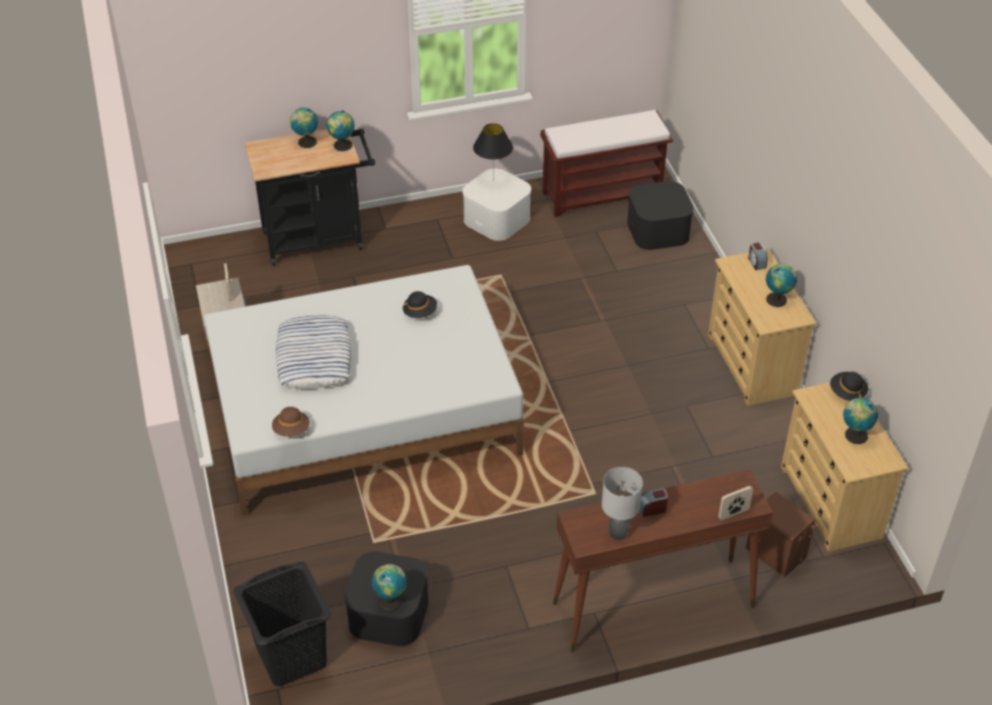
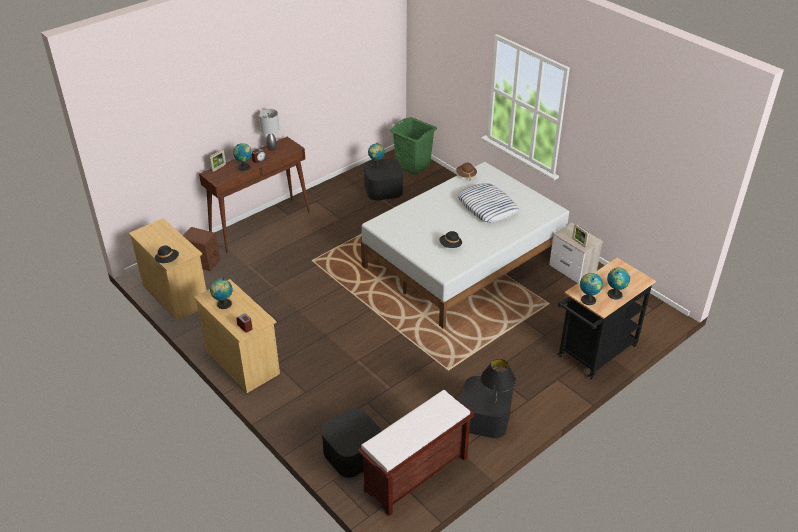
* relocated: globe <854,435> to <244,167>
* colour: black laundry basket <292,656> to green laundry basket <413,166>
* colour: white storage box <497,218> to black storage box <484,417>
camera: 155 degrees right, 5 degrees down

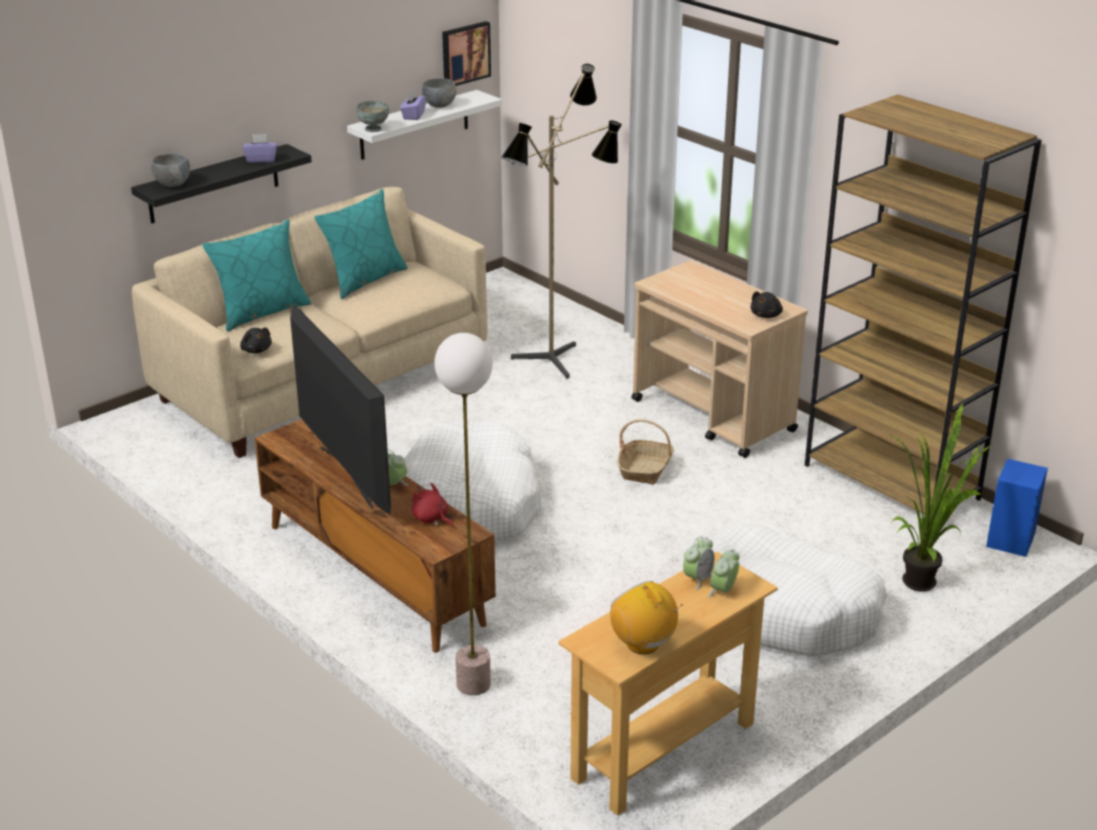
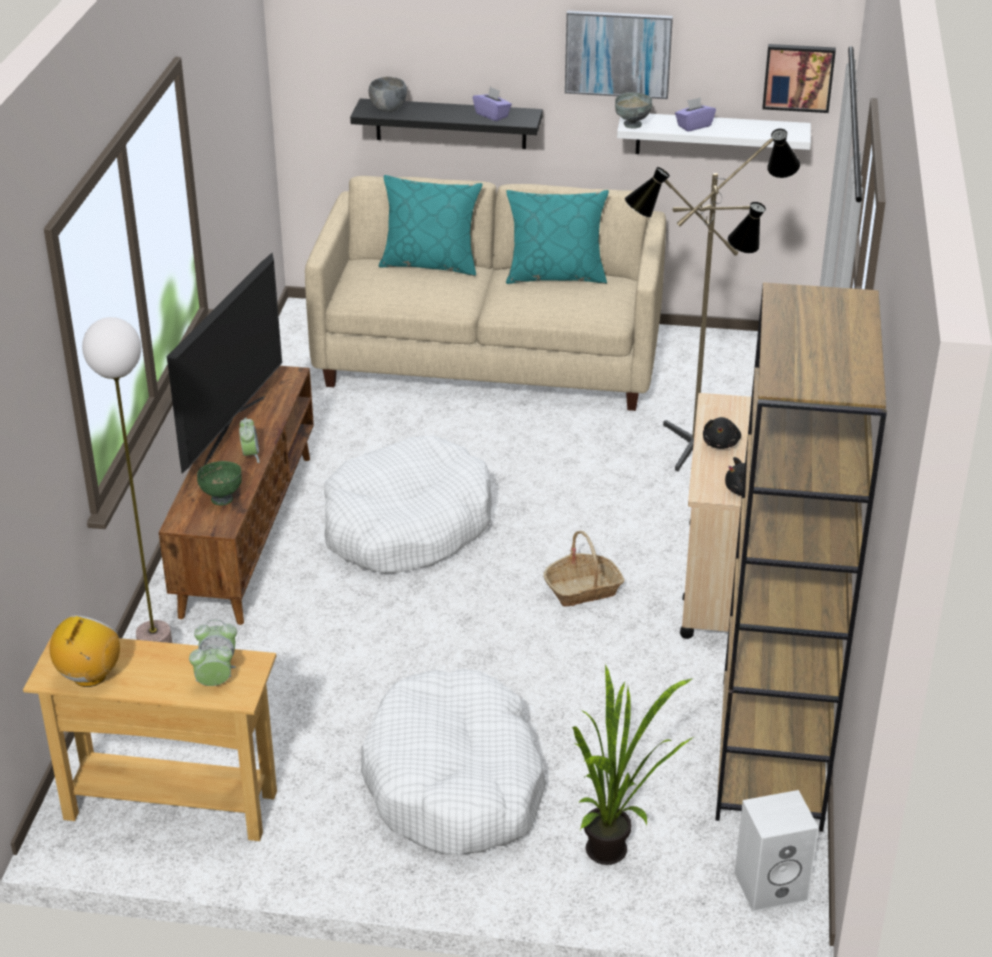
* exchanged: red plush toy <431,519> to green bowl <222,498>
* appeared: picture <618,53>
* relocated: black plush toy <256,350> to <721,443>
* colour: blue speaker <1009,539> to white speaker <772,885>
* missing: grey bowl <439,105>
camera: 50 degrees right, 5 degrees up

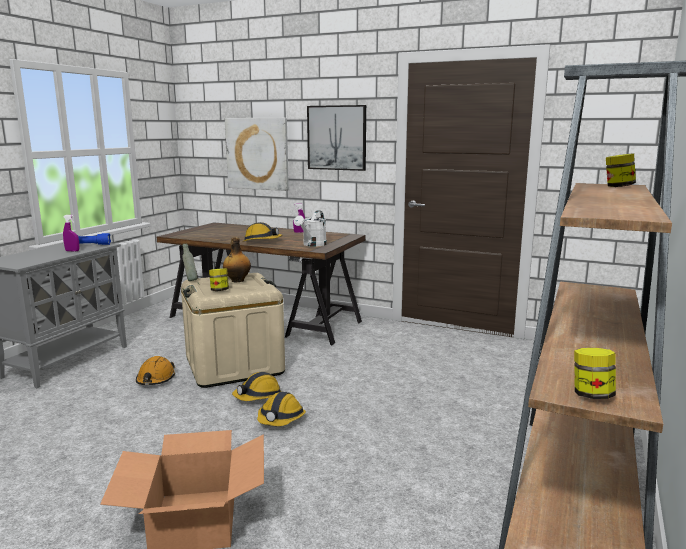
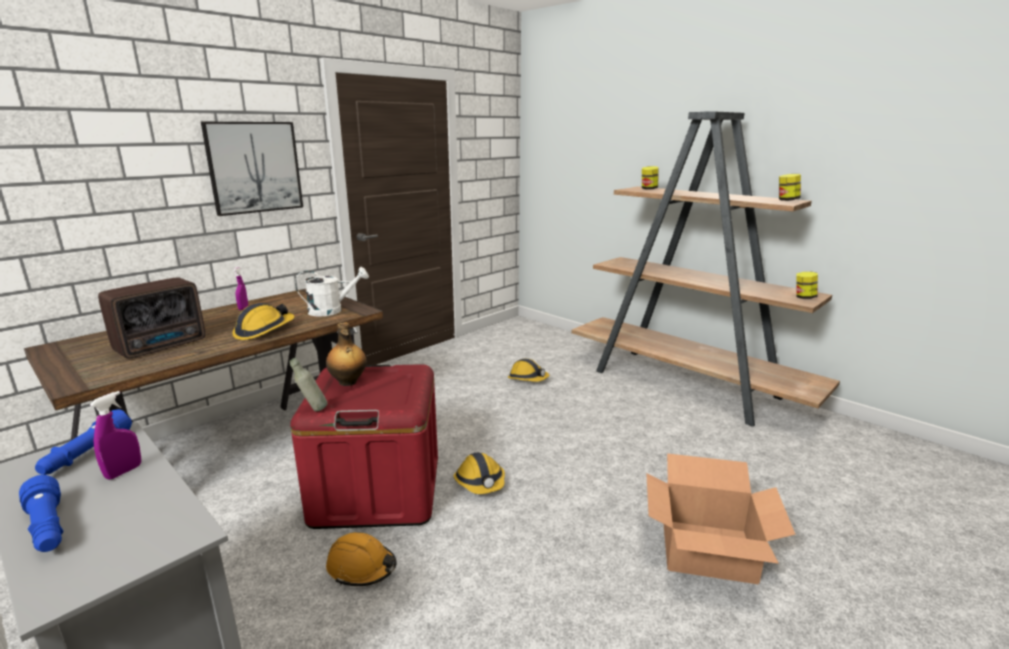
* appeared: blue flashlight <48,528>
* appeared: radio <163,346>
* colour: beige storage box <234,365> to red storage box <377,490>
* spun: white watering can <312,245> = <332,310> 60 degrees counterclockwise
* relocated: hard hat <281,419> to <528,379>
* relocated: jar <219,290> to <787,200>
* missing: picture <257,154>
camera: 70 degrees left, 5 degrees up

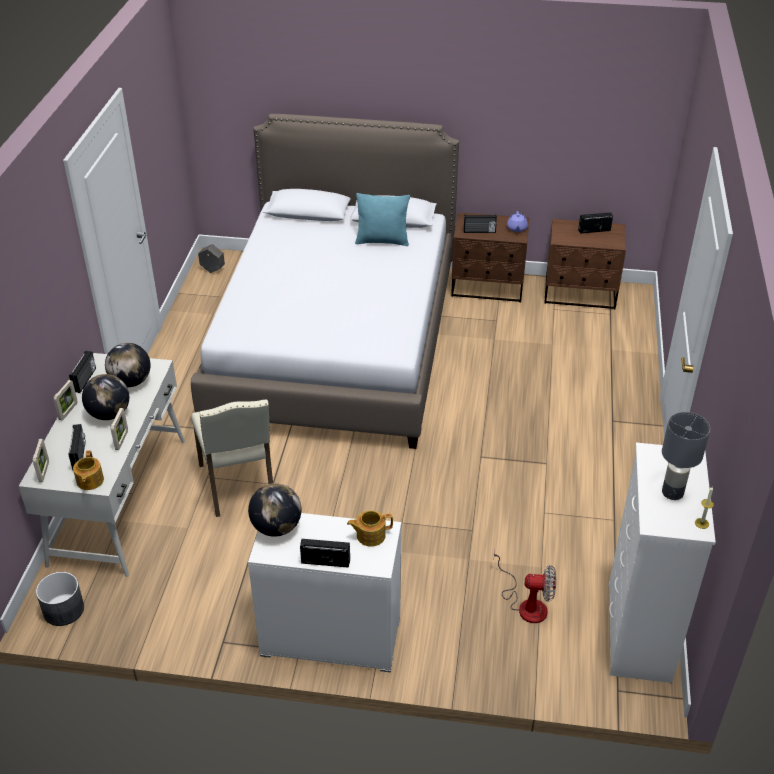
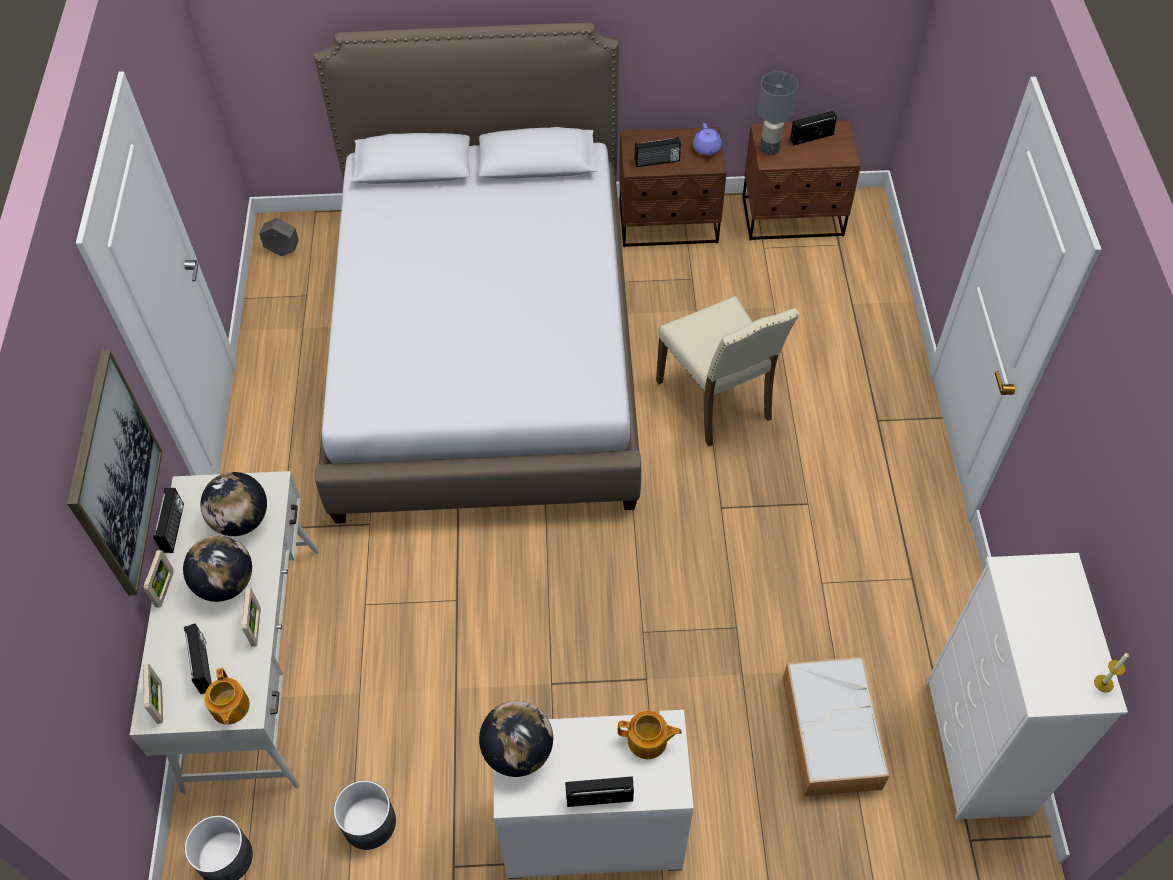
* appeared: picture <114,475>
* appeared: grey planter <369,822>
* spun: teapot <370,535> = <648,741> 150 degrees counterclockwise
* relocated: beige chair <239,485> to <717,400>
* relocated: grey table lamp <672,493> to <769,149>
* exchanged: fan <526,604> to storage box <830,730>
* missing: turquoise pillow <382,241>
camera: 10 degrees left, 15 degrees up

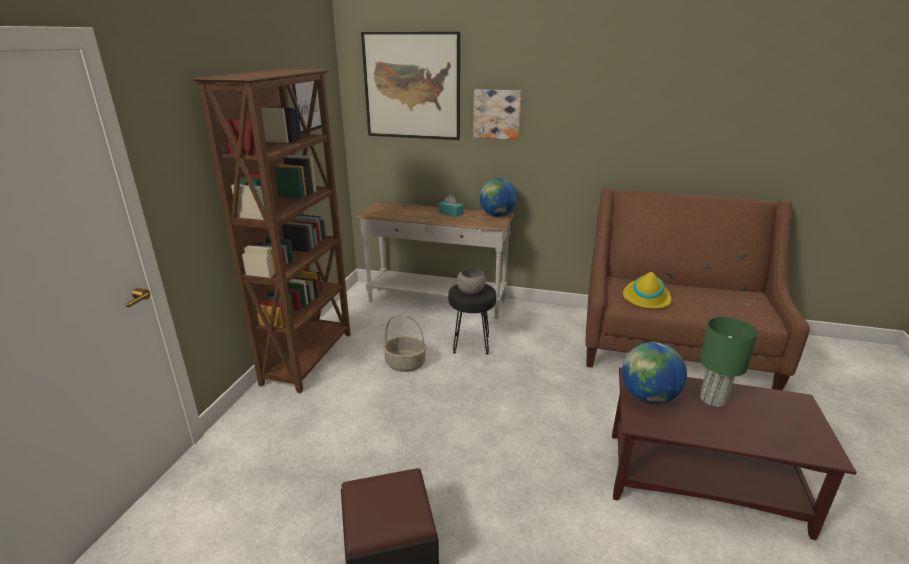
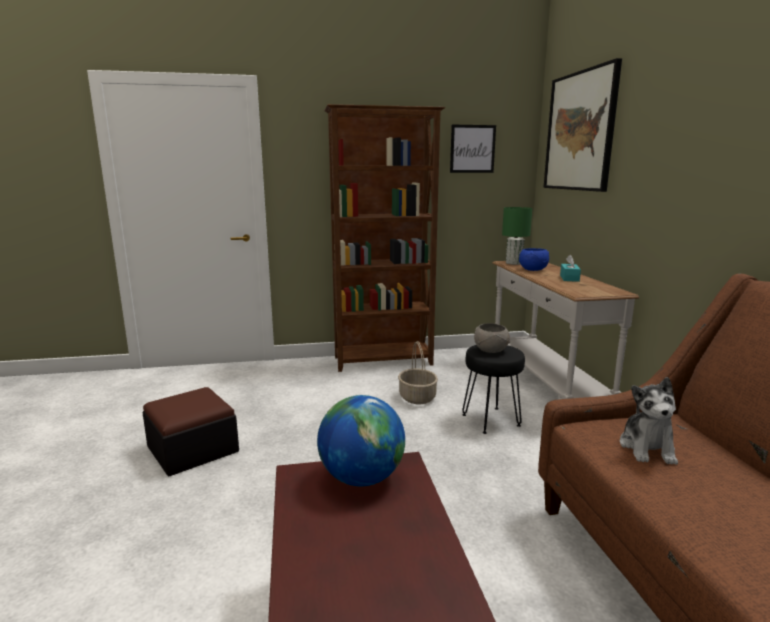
* relocated: green table lamp <713,398> to <514,263>
* appeared: blue bowl <533,270>
* exchanged: yellow hat <646,298> to plush toy <647,448>
* missing: picture <497,114>
* missing: globe <497,215>
camera: 65 degrees right, 10 degrees down

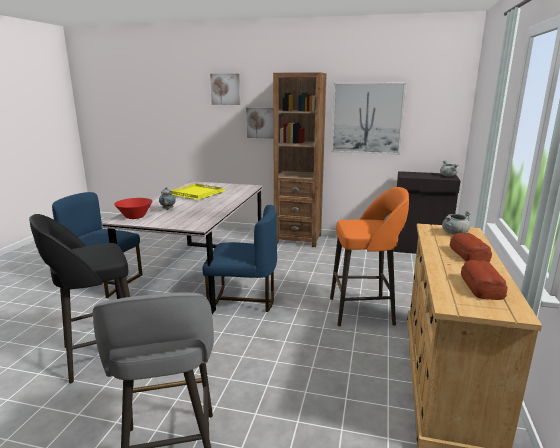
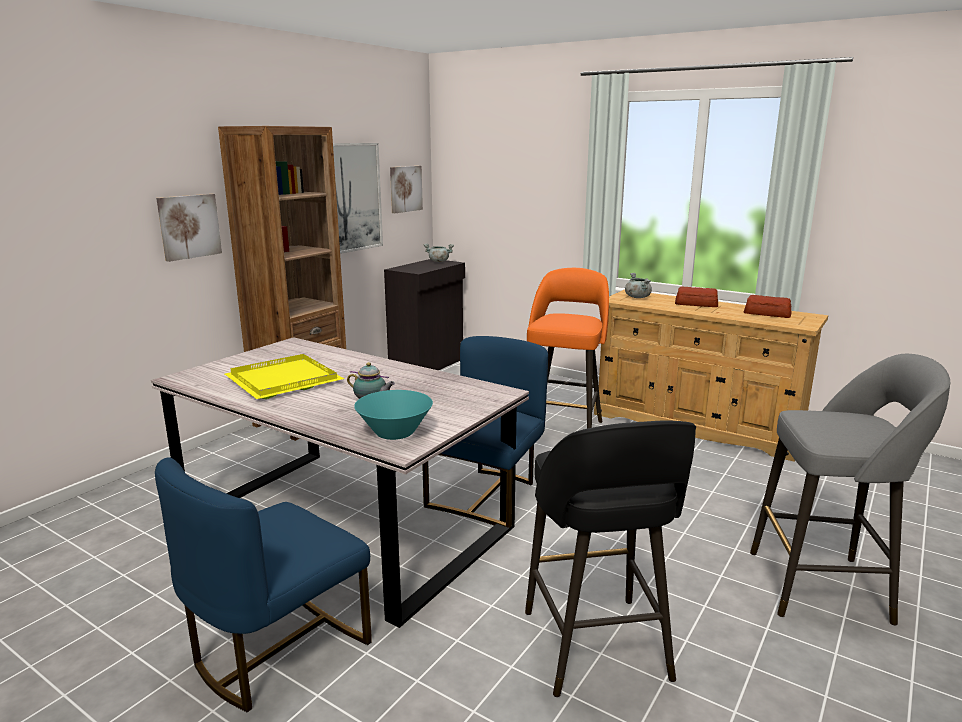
* colour: red bowl <135,217> to turquoise bowl <395,433>
* relocated: picture <225,89> to <405,189>
camera: 70 degrees left, 0 degrees up

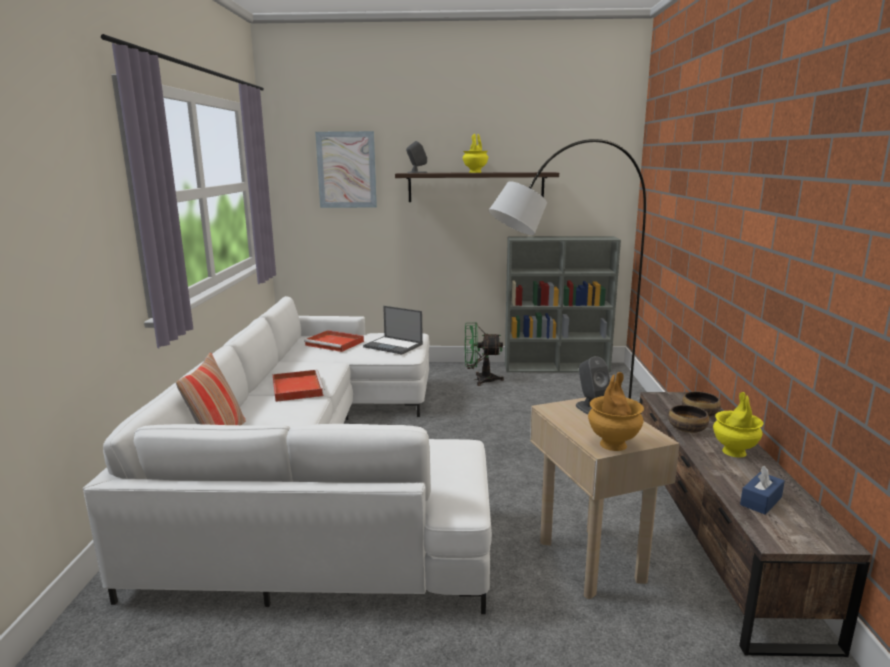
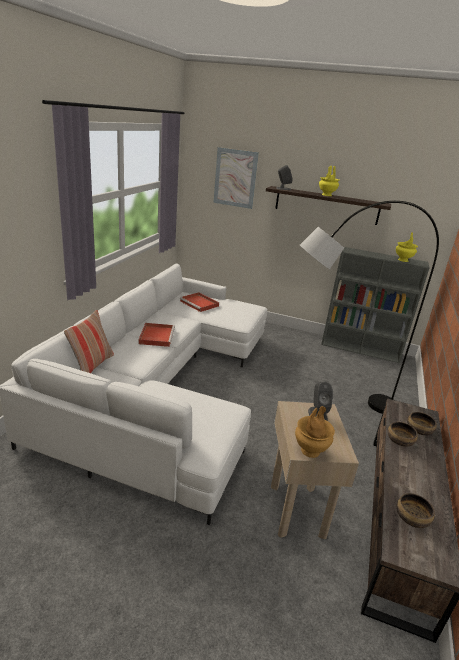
* relocated: yellow vase <734,452> to <403,260>
* exchanged: blue tissue box <761,501> to bowl <412,518>
* missing: laptop <394,346>
* missing: green fan <480,380>
camera: 15 degrees right, 10 degrees up

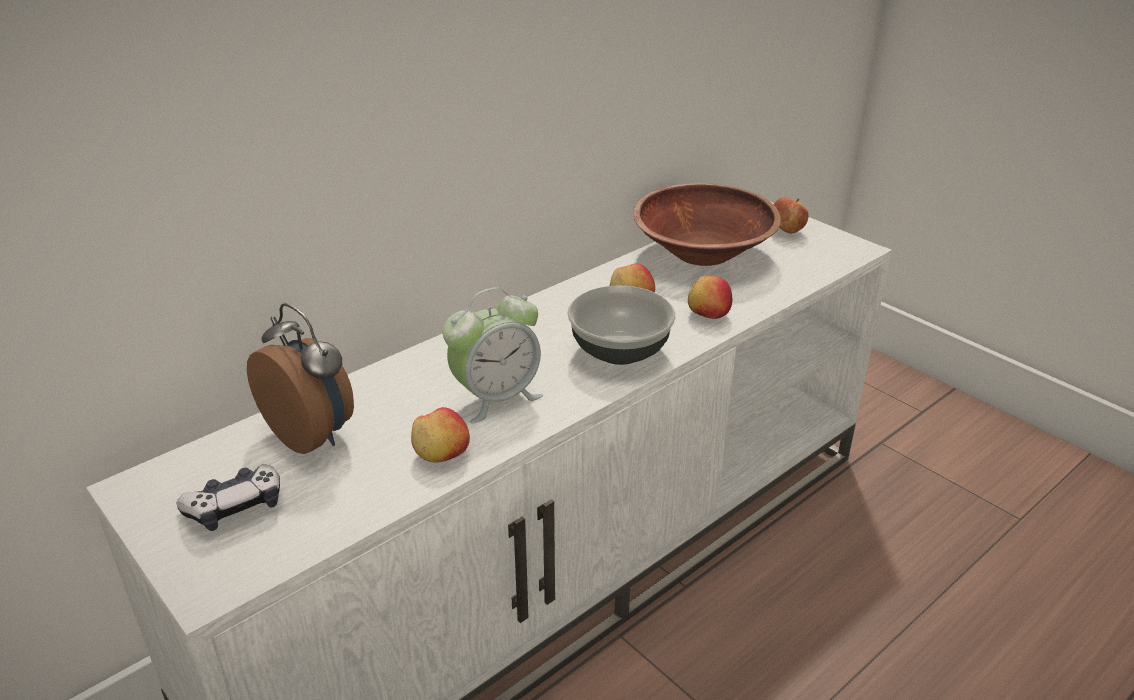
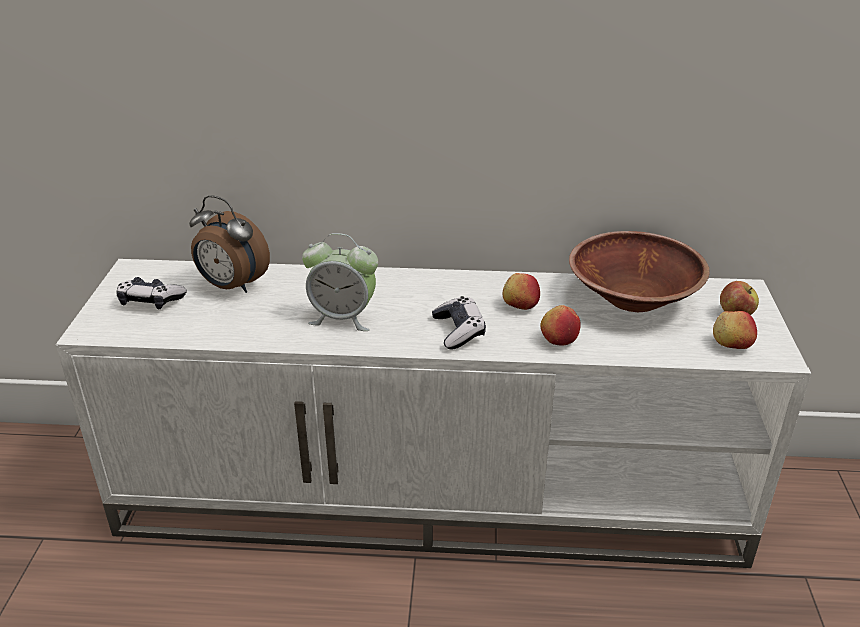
* spun: alarm clock <313,435> = <231,286> 120 degrees clockwise
* exchanged: bowl <621,351> to game controller <458,331>
* relocated: apple <441,454> to <731,344>
camera: 45 degrees right, 0 degrees up

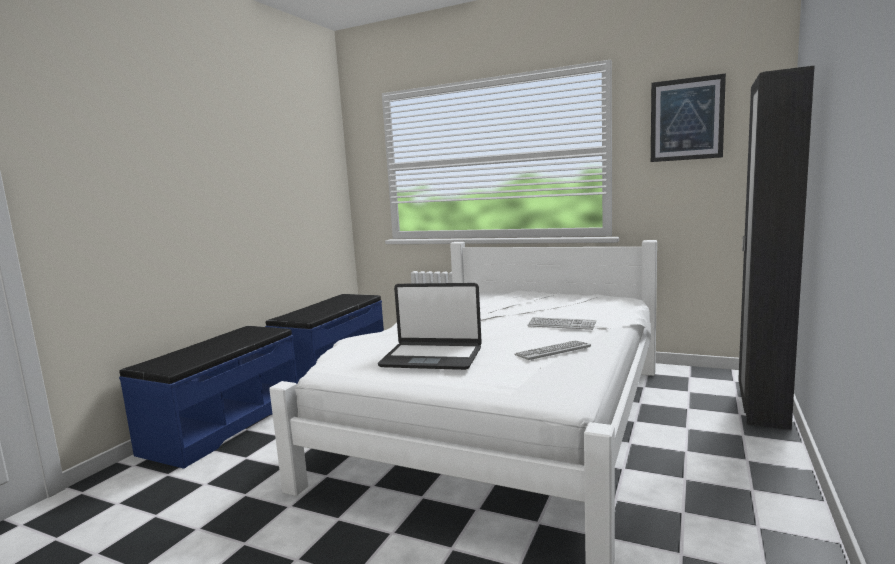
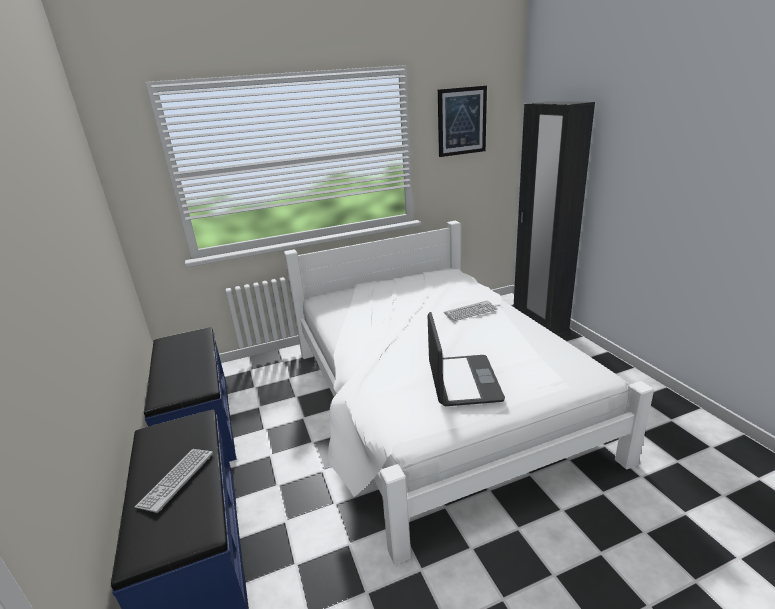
* relocated: keyboard <552,351> to <176,479>
* spun: laptop <432,357> = <462,381> 60 degrees counterclockwise
camera: 45 degrees left, 15 degrees up

